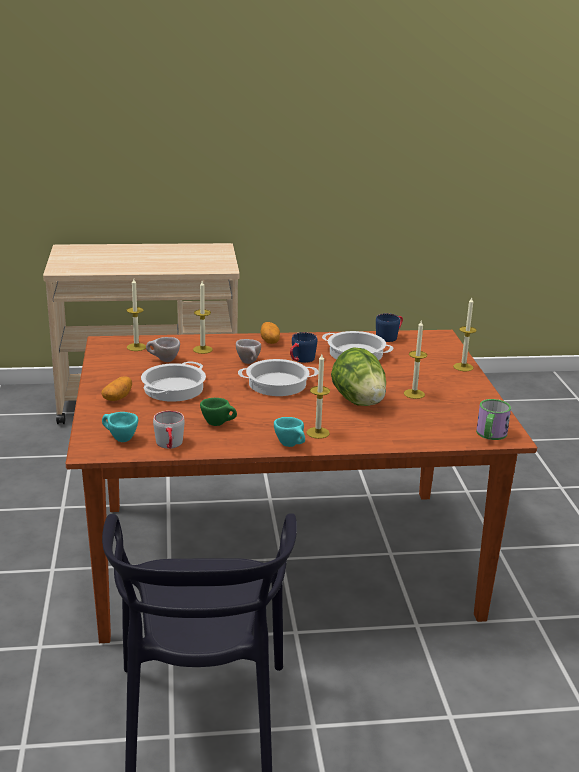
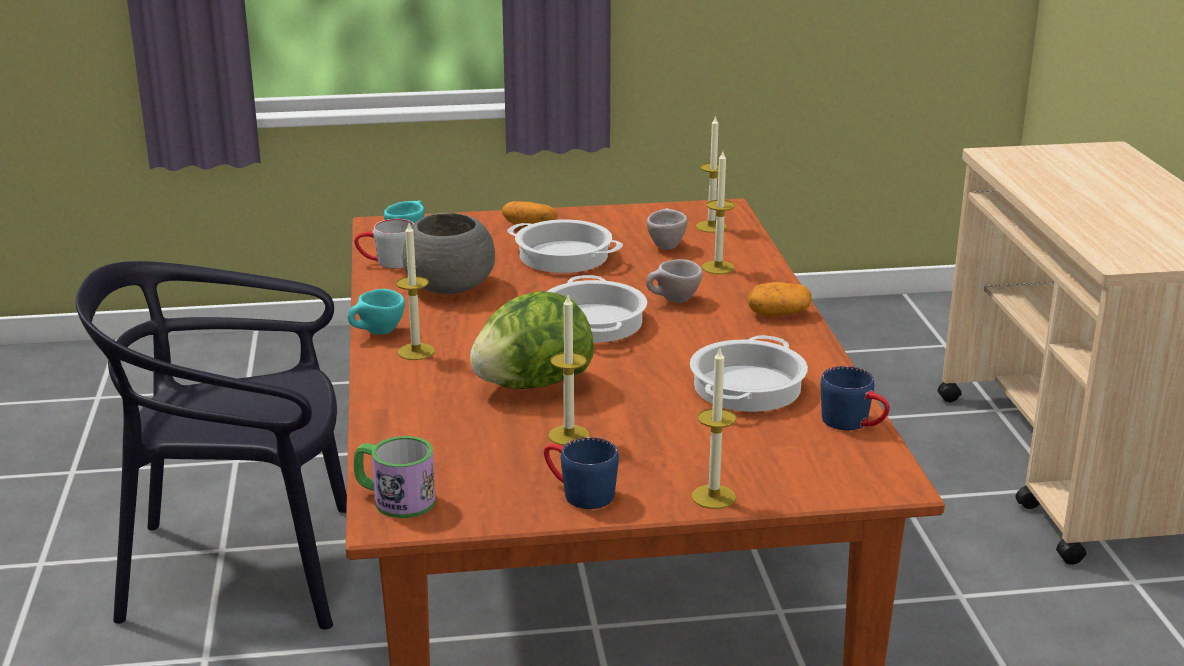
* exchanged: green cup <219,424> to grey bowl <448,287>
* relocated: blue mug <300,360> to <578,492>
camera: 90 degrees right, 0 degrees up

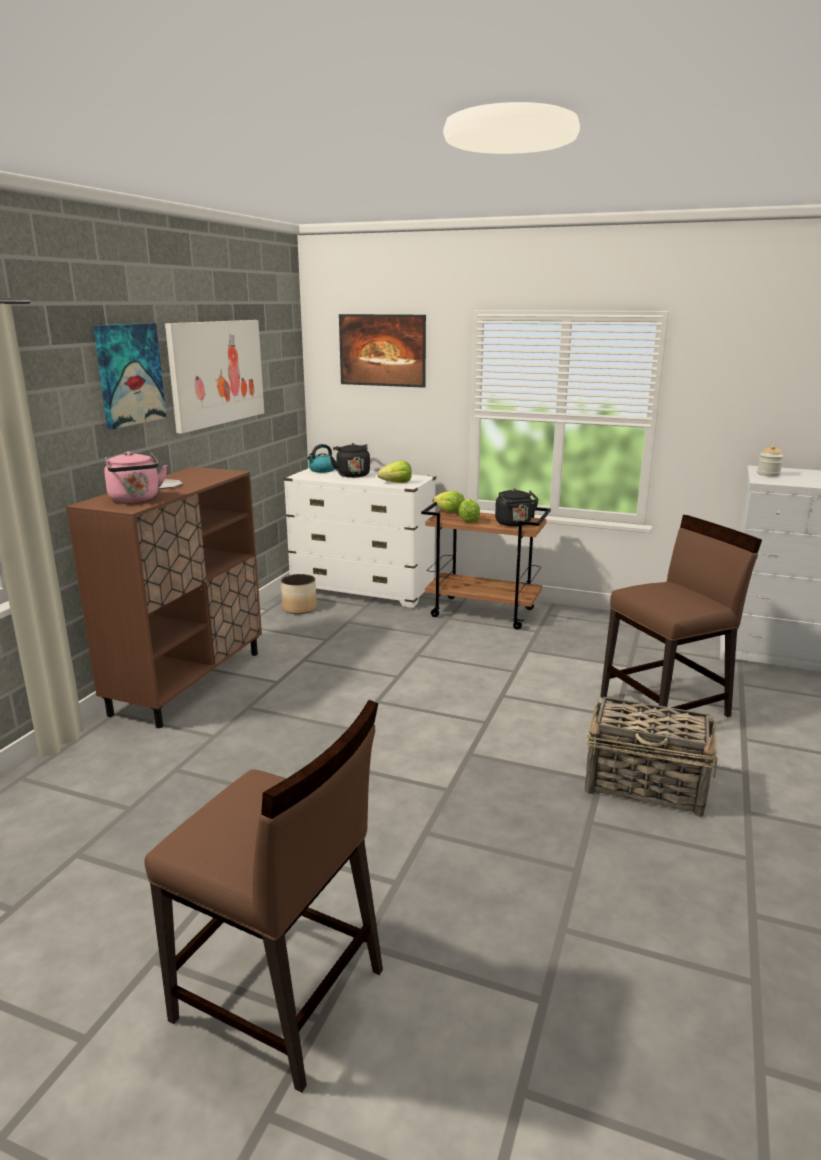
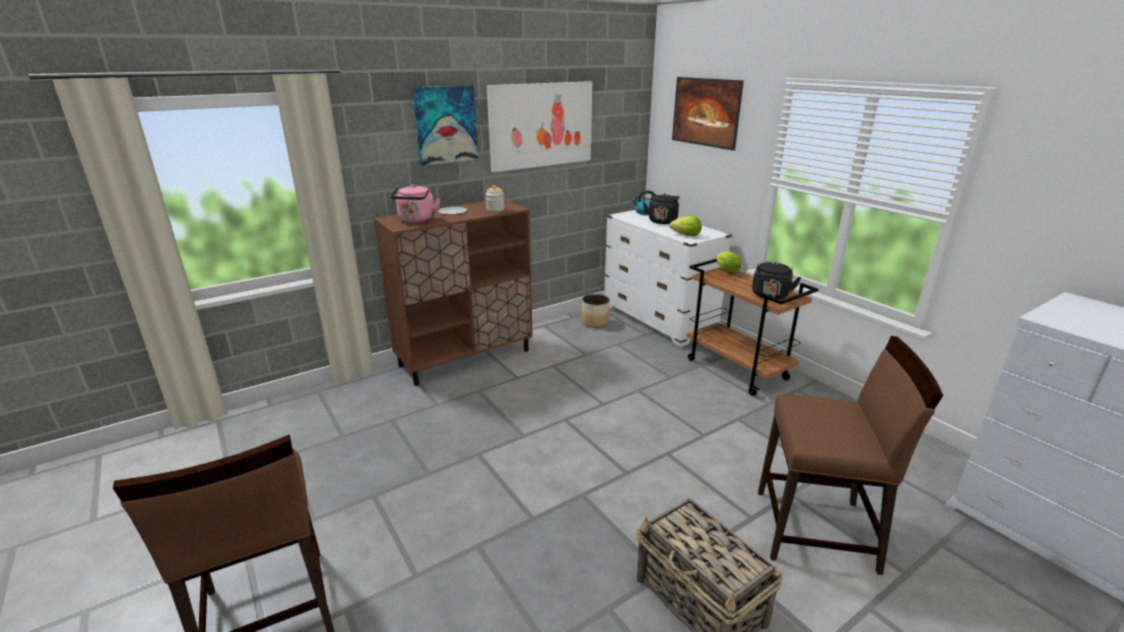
* relocated: jar <768,474> to <495,209>
* missing: lettuce <468,520>
camera: 35 degrees right, 5 degrees up

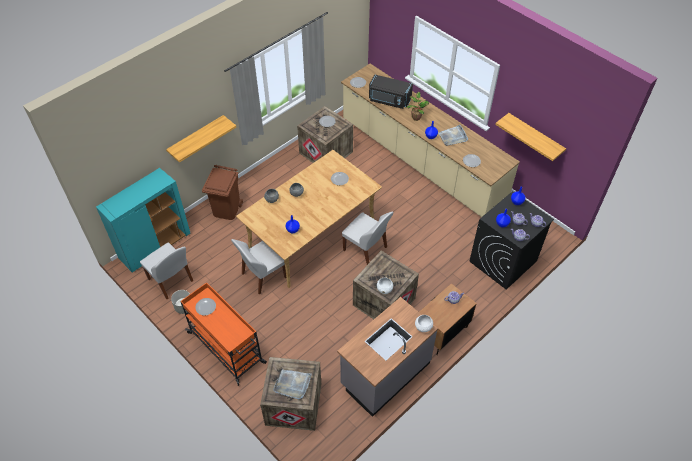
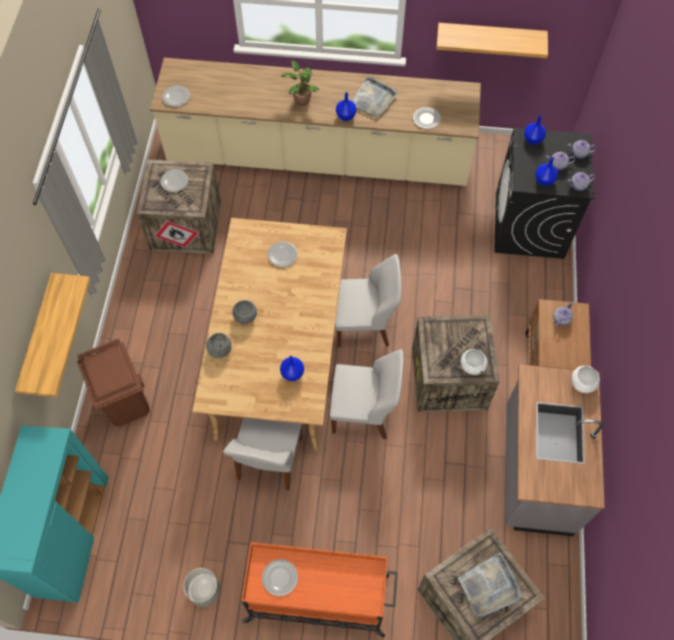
* relocated: white chair <171,281> to <363,412>
* missing: black microwave <389,100>
camera: 40 degrees left, 10 degrees up

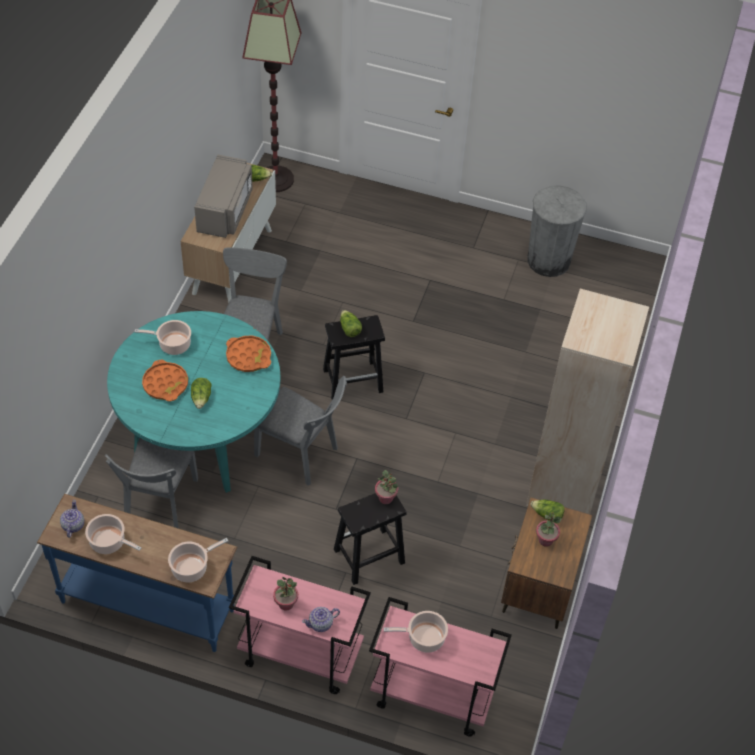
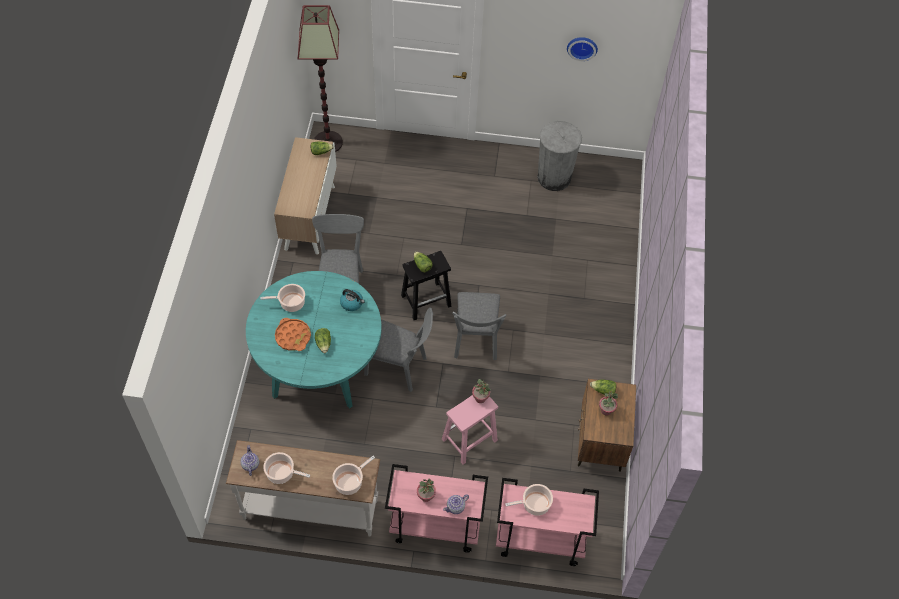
* colour: blue console table <148,604> to white console table <310,508>
* exchanged: orange tray <248,357> to kettle <352,303>
* colour: black stool <368,557> to pink stool <469,440>
* relocated: grey chair <159,505> to <475,341>
* appeared: wall clock <582,47>
* missing: grey microwave <225,211>
* missing: beige bookcase <562,499>
camera: 10 degrees left, 5 degrees up

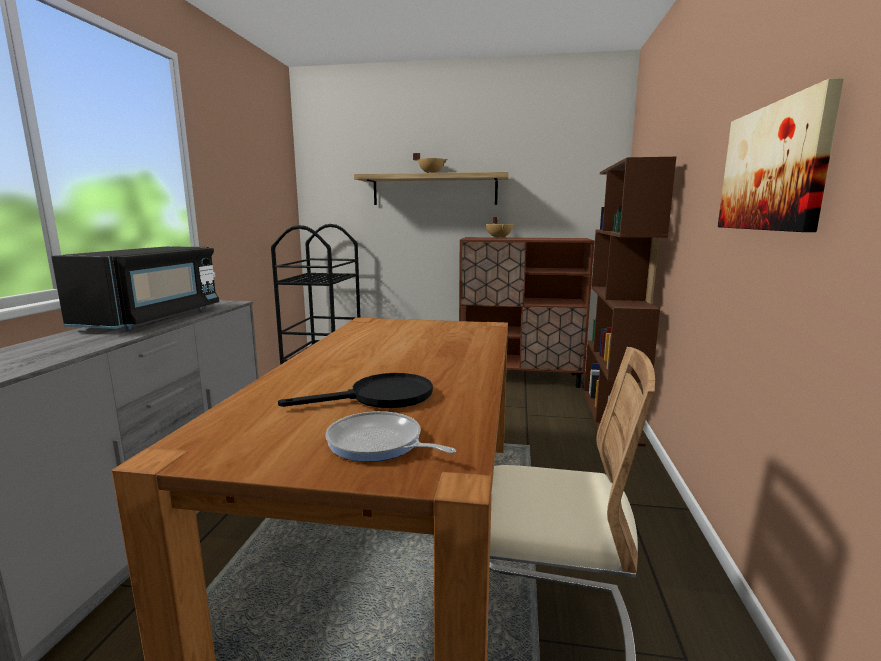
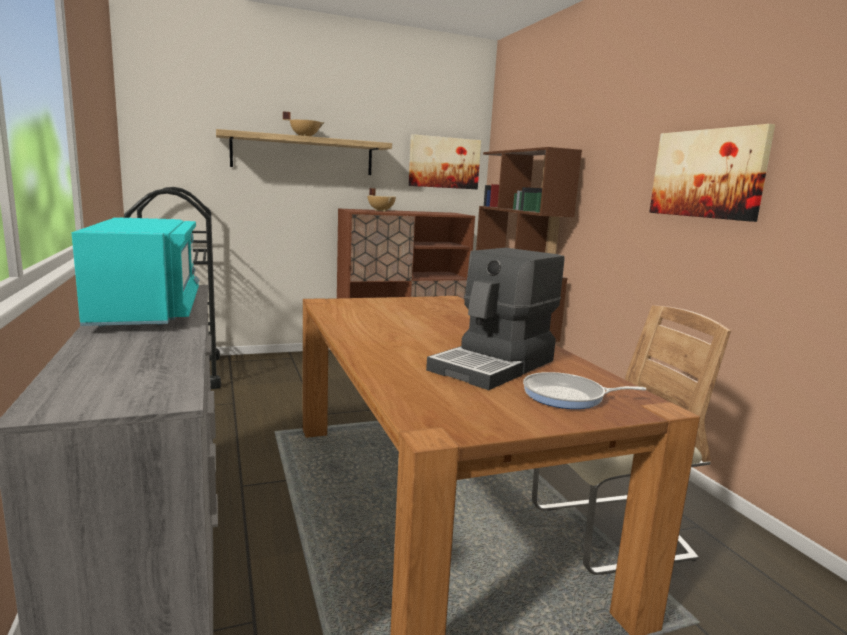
* colour: black microwave <153,318> to turquoise microwave <147,310>
* appeared: picture <444,162>
* exchanged: black frying pan <380,397> to coffee machine <495,365>
camera: 30 degrees left, 0 degrees up

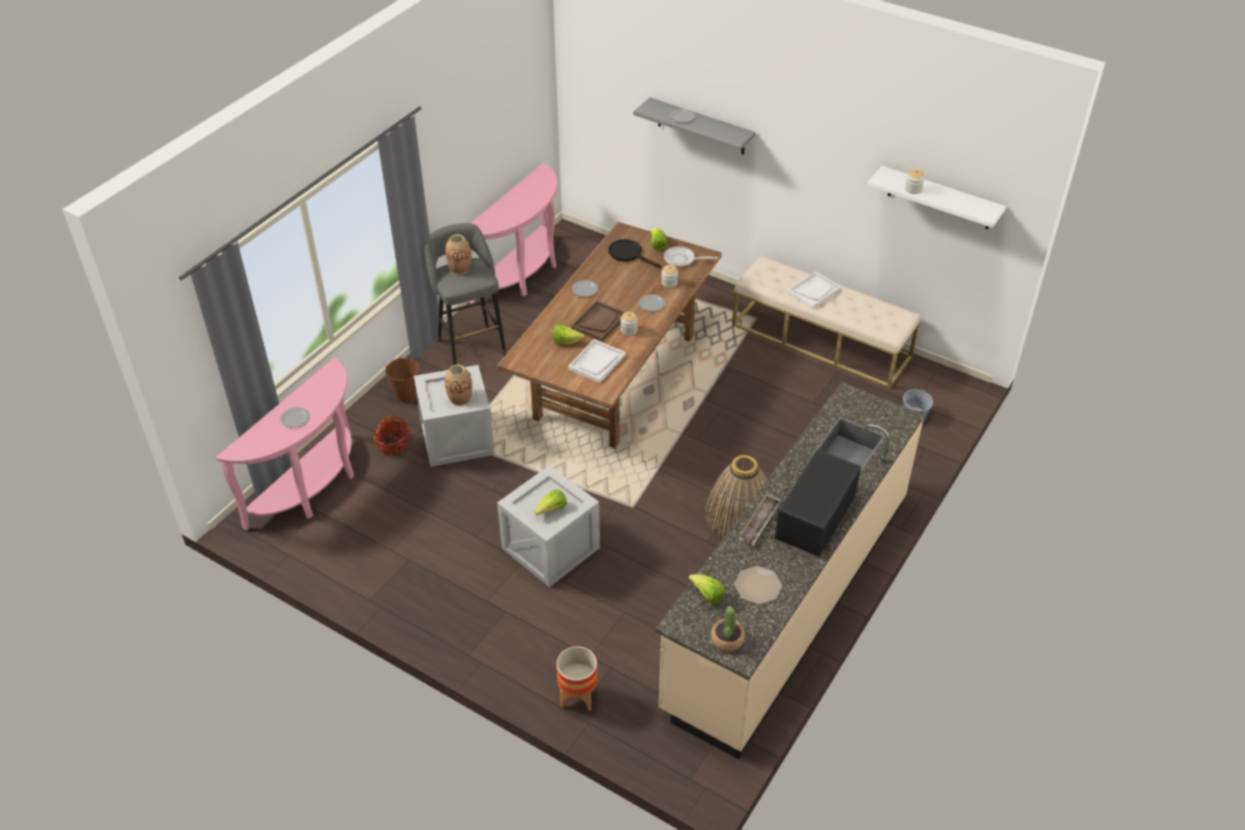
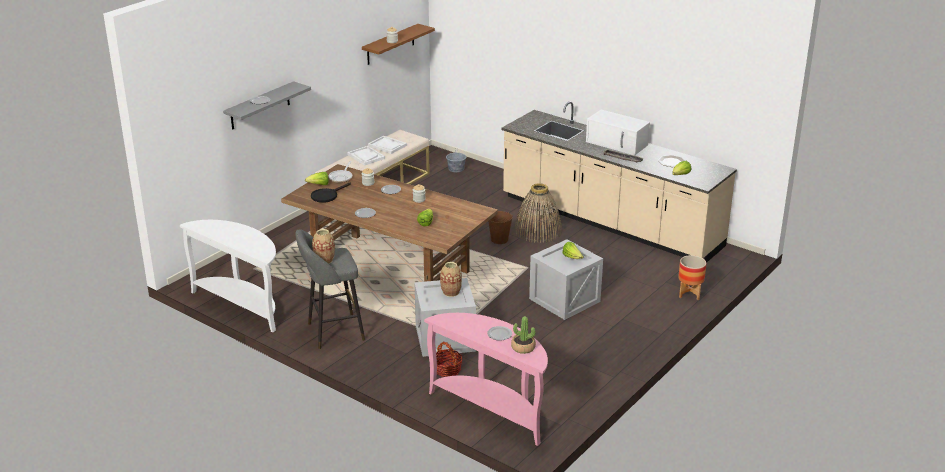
* colour: pink console table <523,274> to white console table <243,305>
* colour: white shelf <940,198> to brown shelf <390,44>
* relocated: white tray <597,362> to <387,146>
* relocated: brown bucket <406,395> to <499,239>
* relocated: potted plant <727,639> to <523,348>
* colour: black microwave <815,517> to white microwave <617,143>
* missing: brown tray <599,322>
camera: 85 degrees left, 15 degrees down

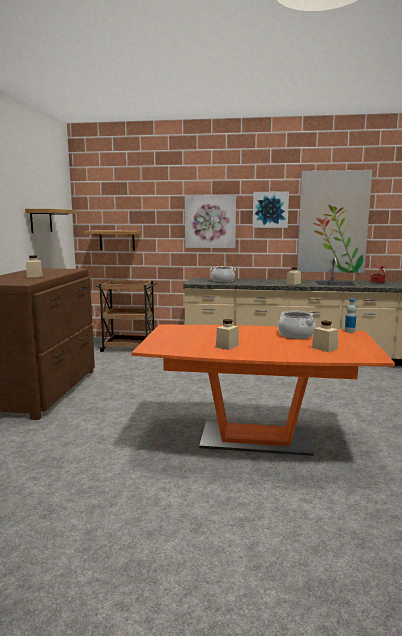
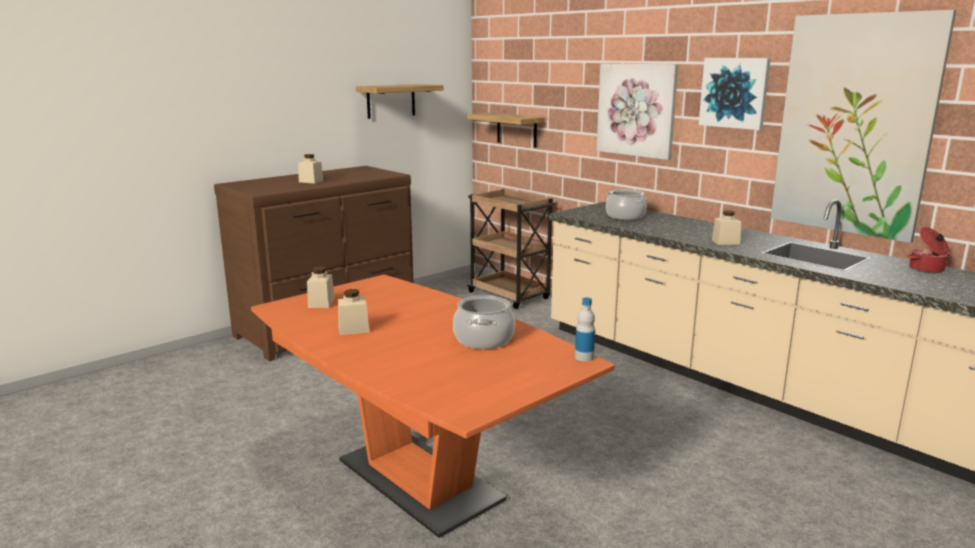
* relocated: beige jar <324,348> to <321,303>
camera: 40 degrees right, 5 degrees up

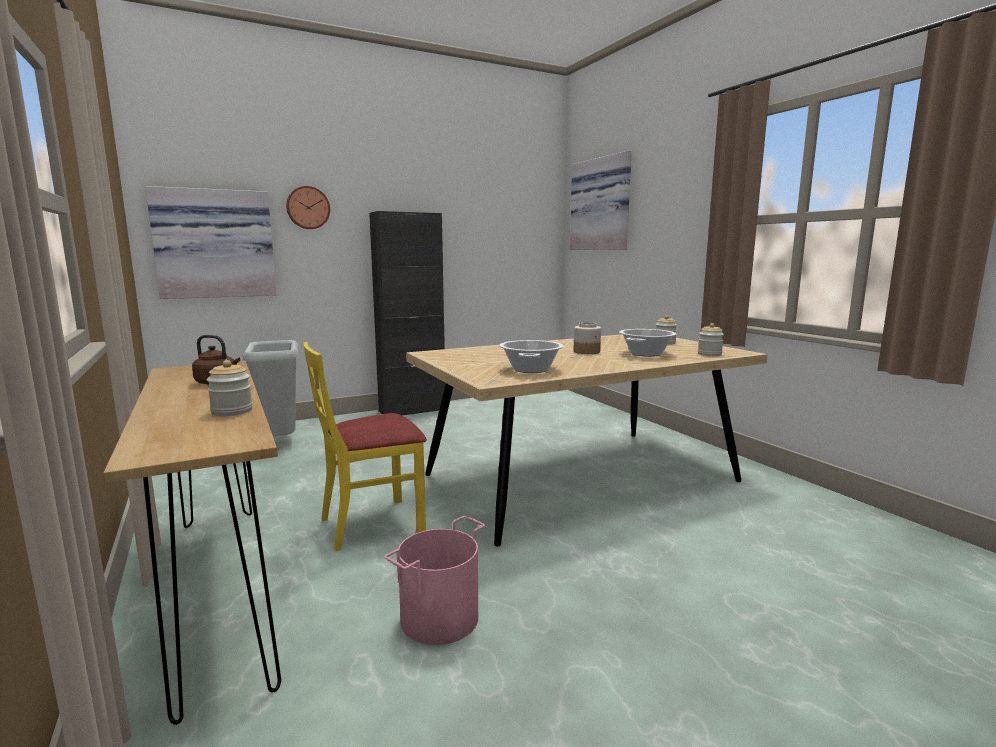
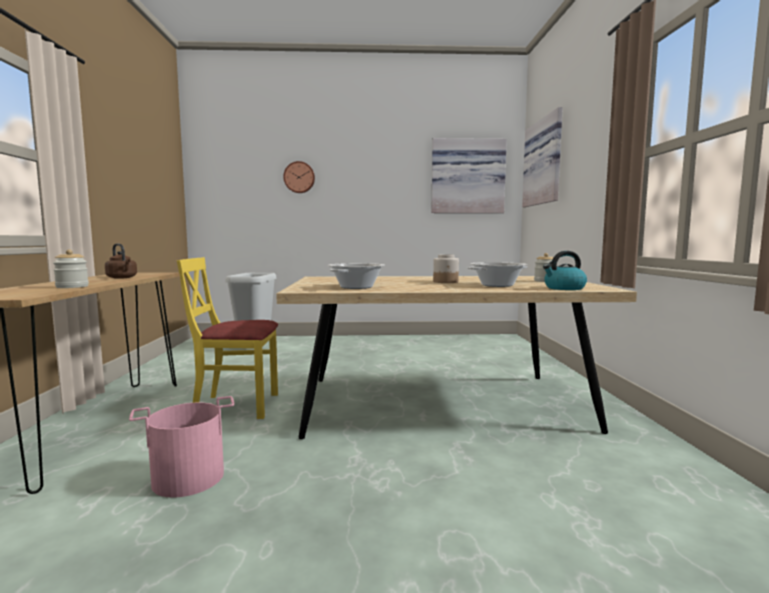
* relocated: picture <214,244> to <467,176>
* exchanged: jar <709,354> to kettle <564,288>
* missing: black cabinet <412,410>
camera: 25 degrees right, 5 degrees down

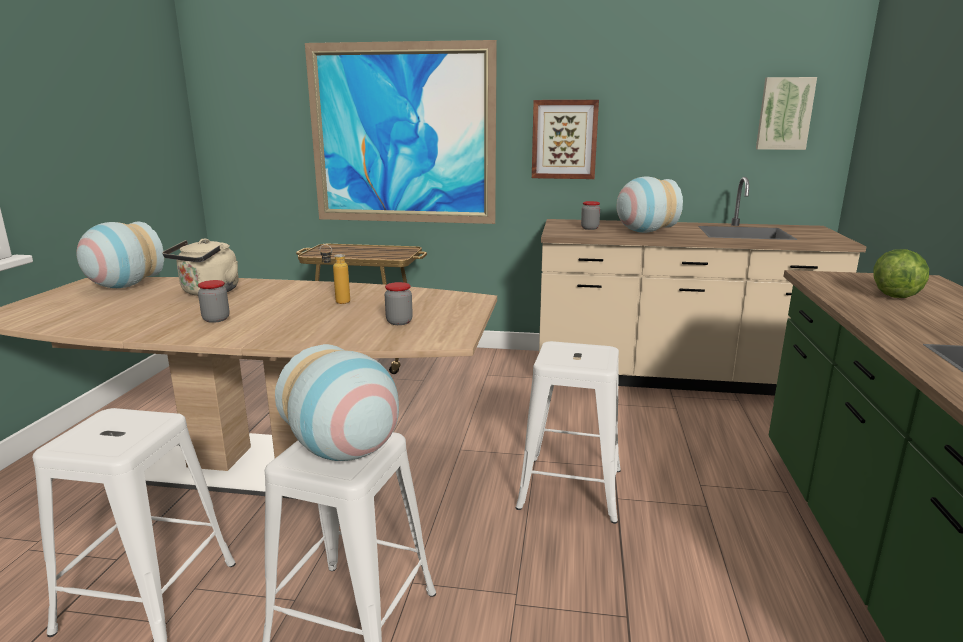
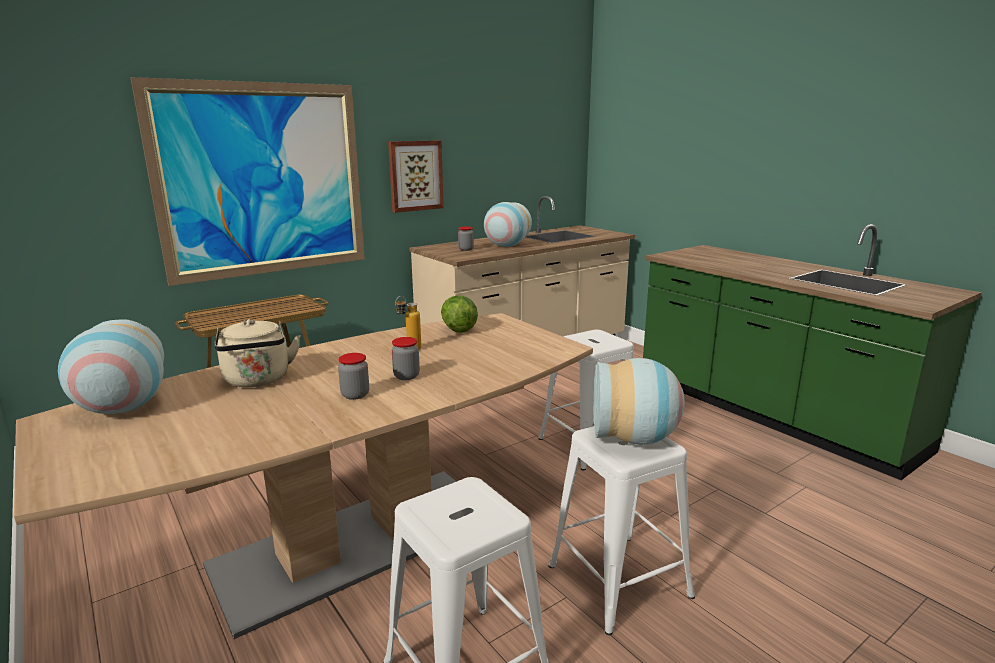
* relocated: jar <399,322> to <406,376>
* relocated: lettuce <895,294> to <458,329>
* missing: picture <784,114>
camera: 45 degrees left, 0 degrees up

